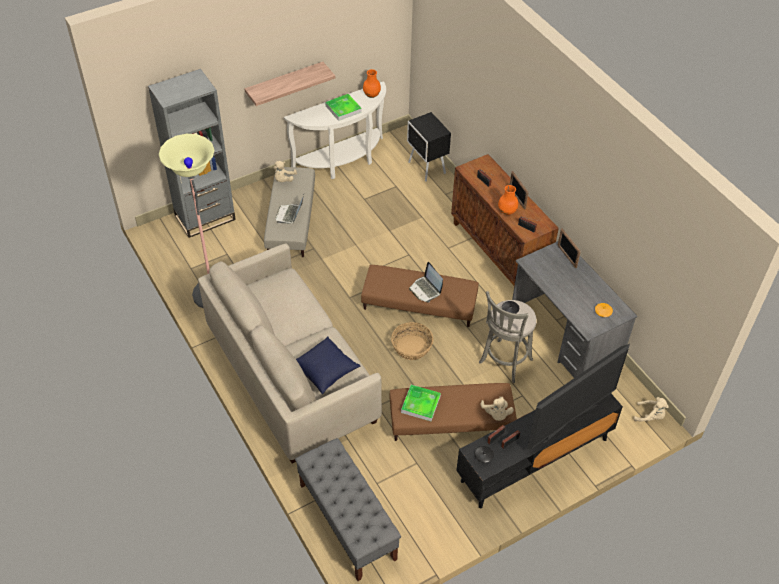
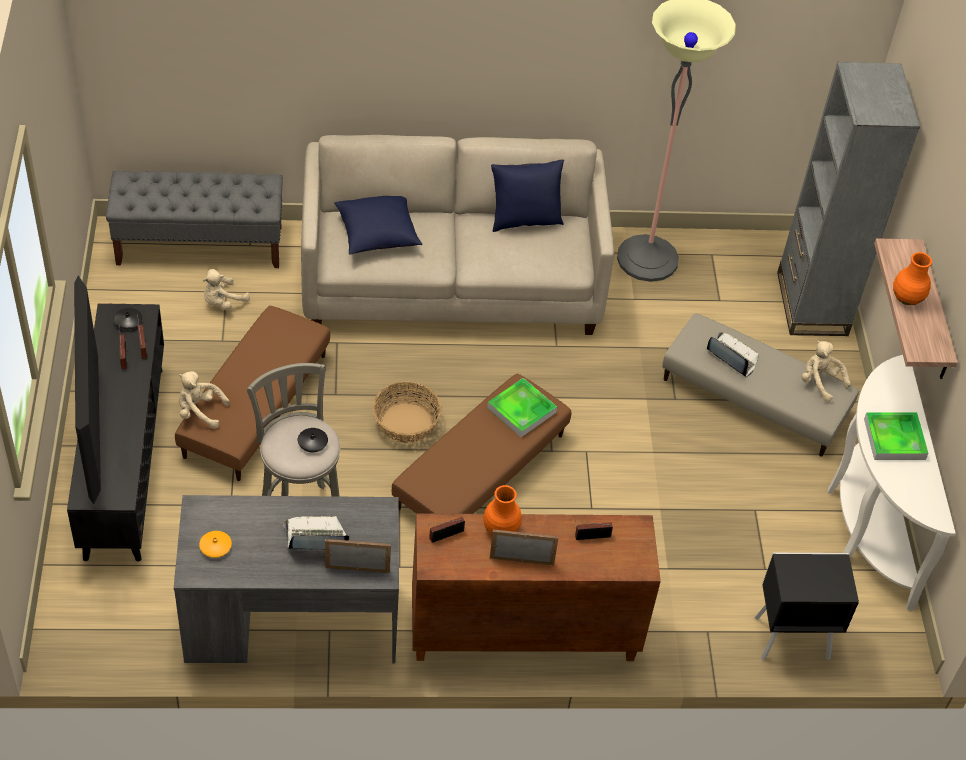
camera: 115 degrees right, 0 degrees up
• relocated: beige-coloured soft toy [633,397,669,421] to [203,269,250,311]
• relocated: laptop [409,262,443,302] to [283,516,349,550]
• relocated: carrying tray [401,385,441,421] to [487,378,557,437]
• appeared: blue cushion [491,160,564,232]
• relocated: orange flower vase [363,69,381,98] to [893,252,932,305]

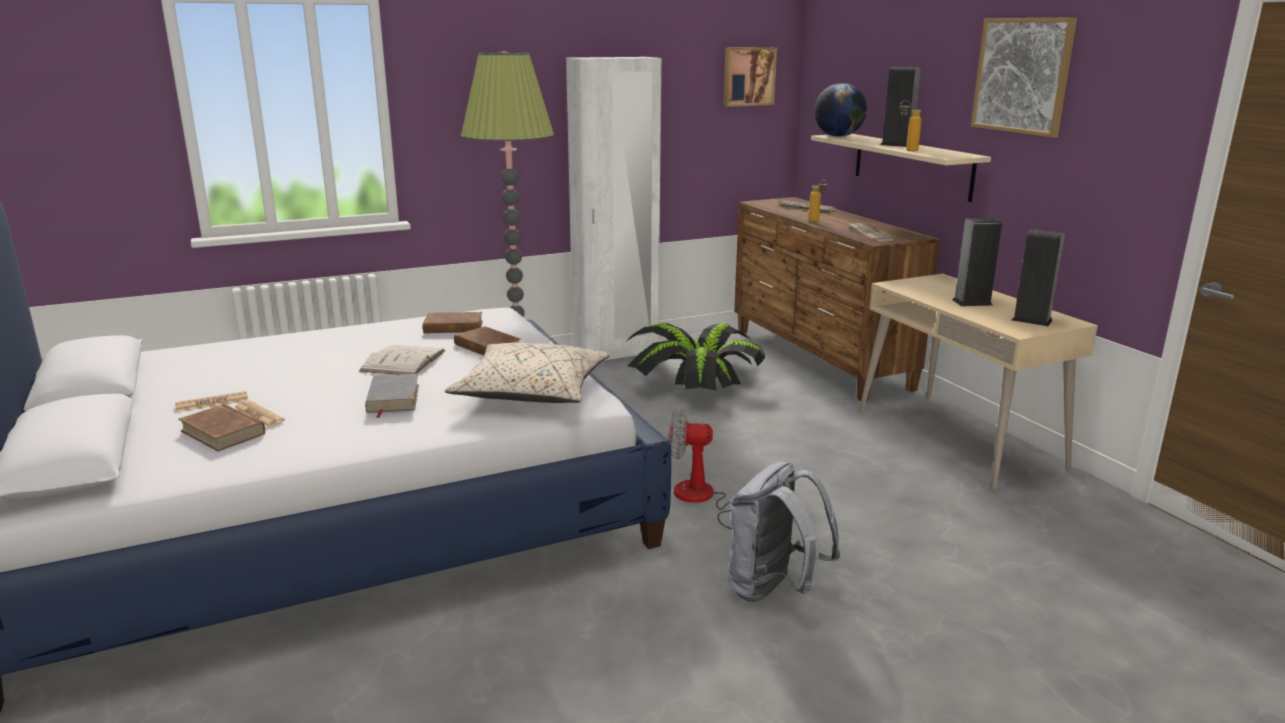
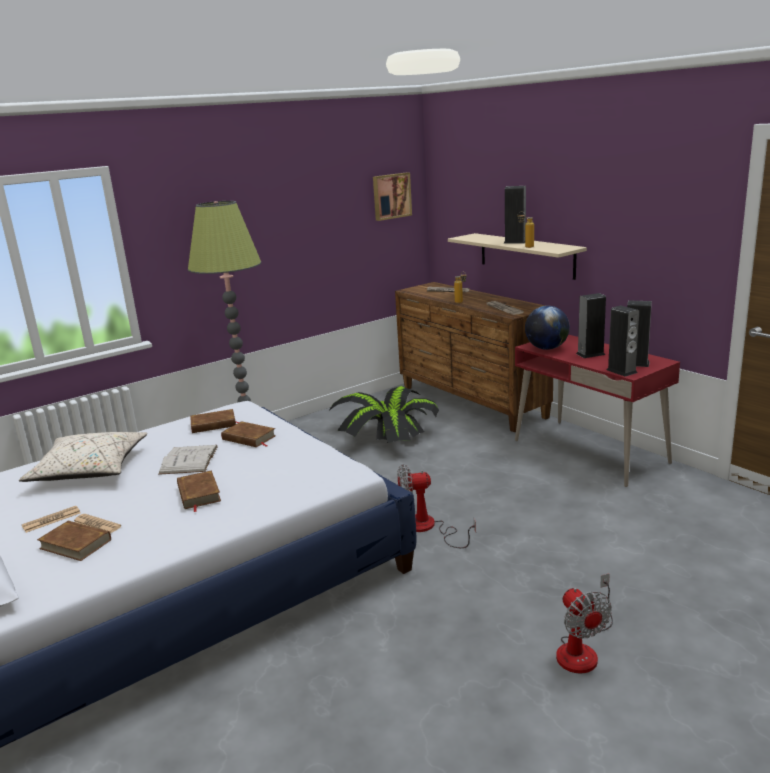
camera: 10 degrees left, 0 degrees up
• relocated: beige-coloured cushion [445,342,610,403] to [19,432,148,482]
• colour: greyish volume [365,374,419,418] to brown-coloured volume [177,470,221,512]
• colour: beige-coloured desk unit [859,274,1098,490] to reddish desk unit [515,334,680,487]
• relocated: globe [814,83,867,137] to [525,306,570,350]
• appeared: cooling fan [556,573,613,674]
• appeared: audio speaker [607,306,639,377]
• missing: white-coloured clothes cupboard [566,57,661,360]
• missing: greyish knapsack [728,461,840,602]
• missing: picture [971,18,1077,137]

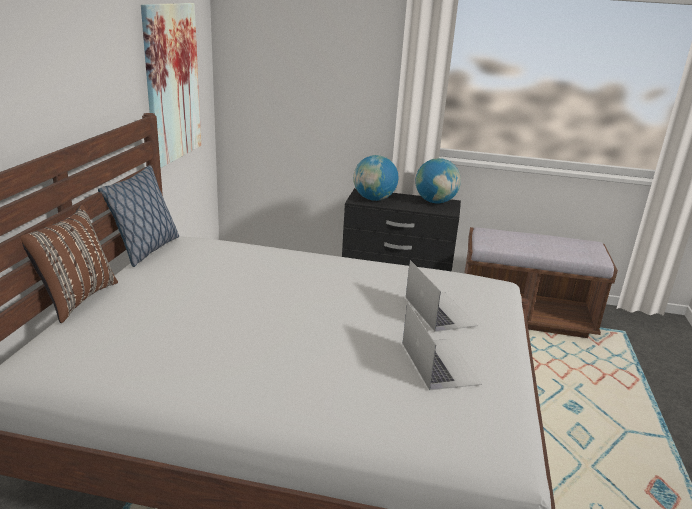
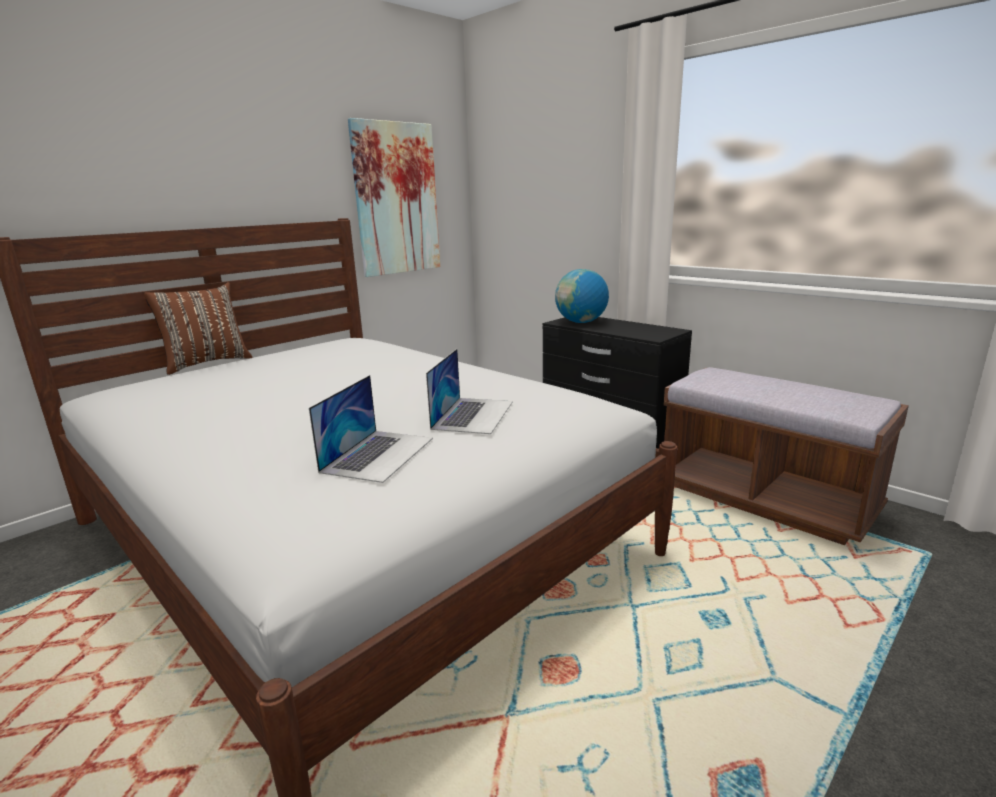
camera: 35 degrees right, 5 degrees down
• missing: cushion [98,165,179,267]
• missing: globe [415,158,461,203]

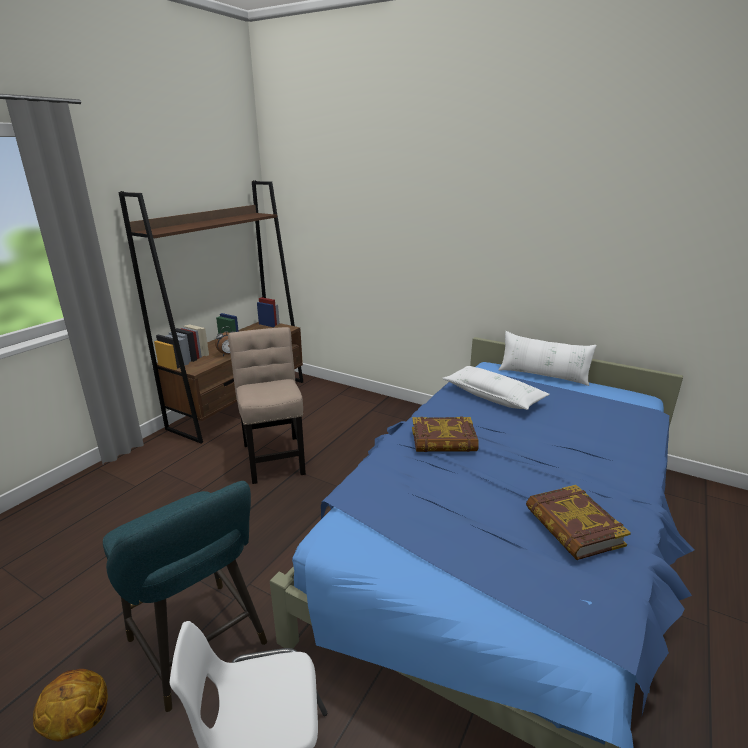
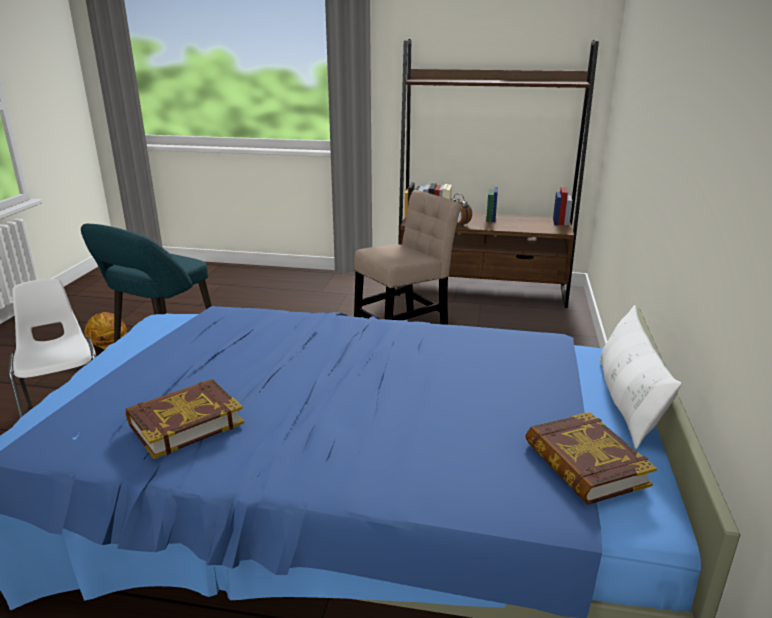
camera: 70 degrees right, 0 degrees up
• relocated: volume [412,416,479,452] to [525,412,657,505]
• missing: white-coloured cushion [442,366,550,410]

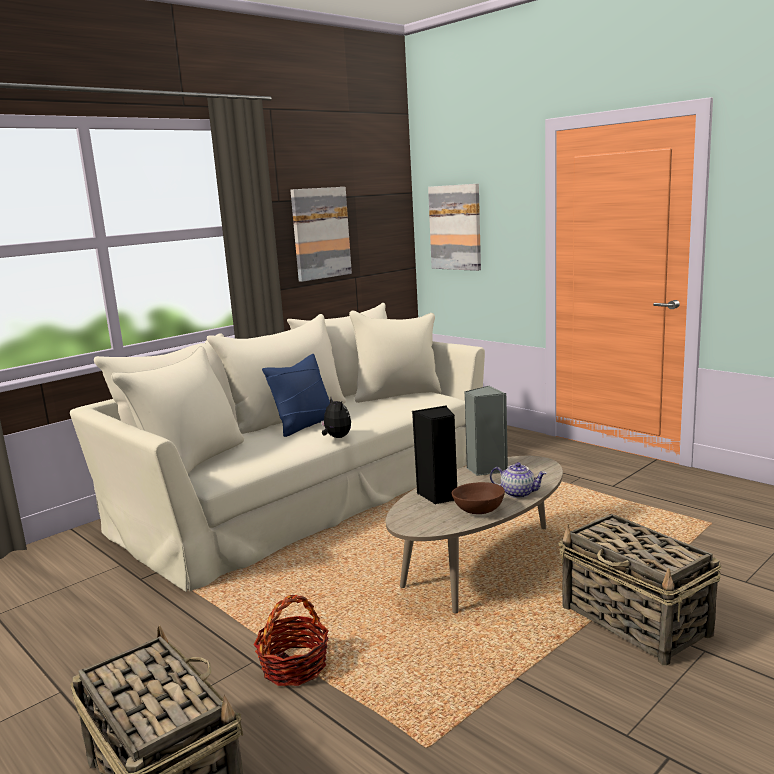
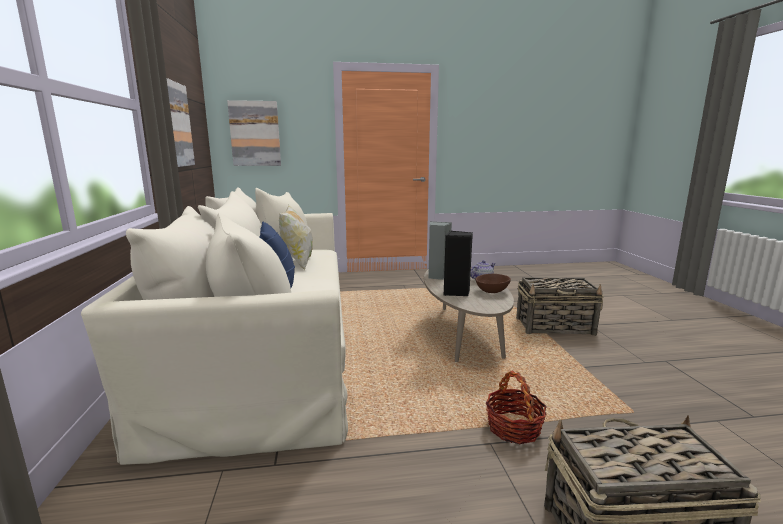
camera: 55 degrees left, 0 degrees up
• appeared: cushion [279,204,313,270]
• missing: soft toy [321,397,351,438]

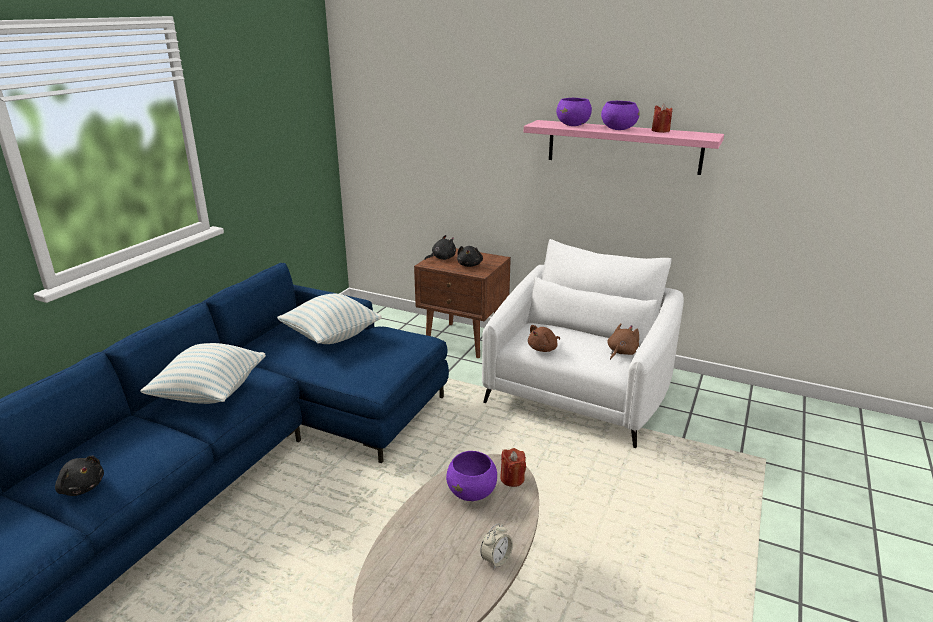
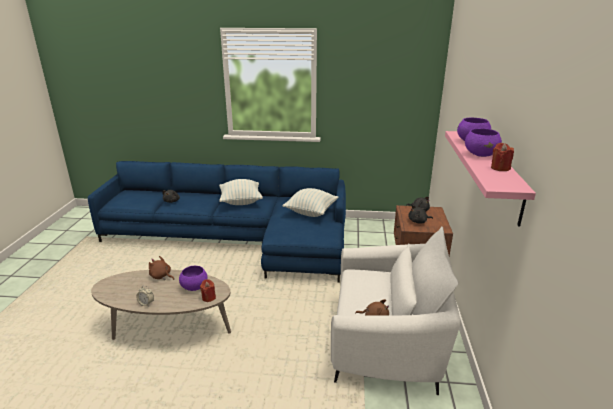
camera: 70 degrees right, 0 degrees up
• relocated: brown-coloured soft toy [528,325,560,352] to [149,256,174,280]

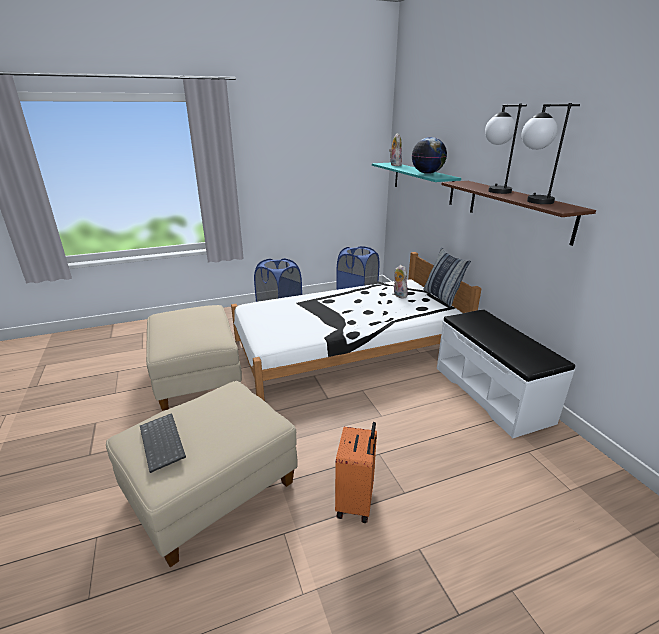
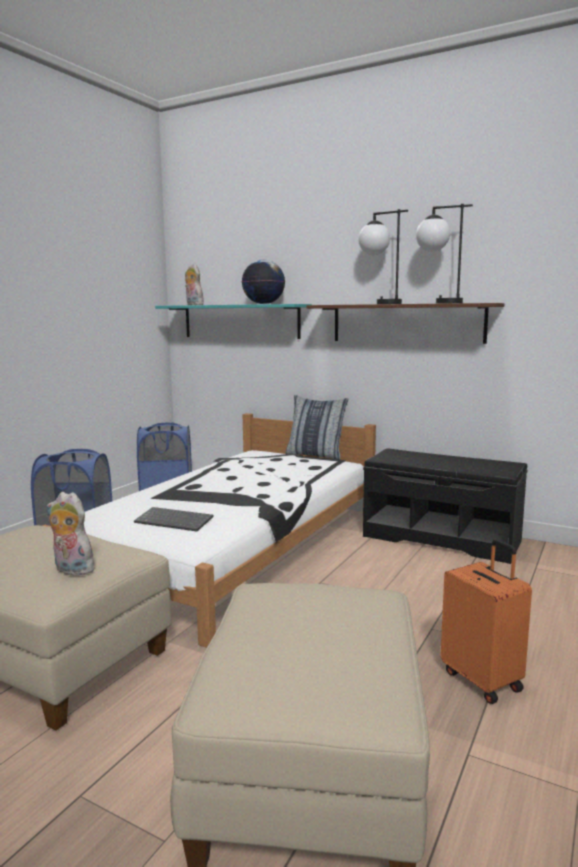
camera: 40 degrees left, 15 degrees down
• relocated: soft toy [394,265,408,298] to [47,492,99,576]
• relocated: computer keyboard [140,413,186,473] to [134,507,214,531]
• colour: white-coloured long seat [437,309,575,438] to blackish long seat [363,448,527,564]

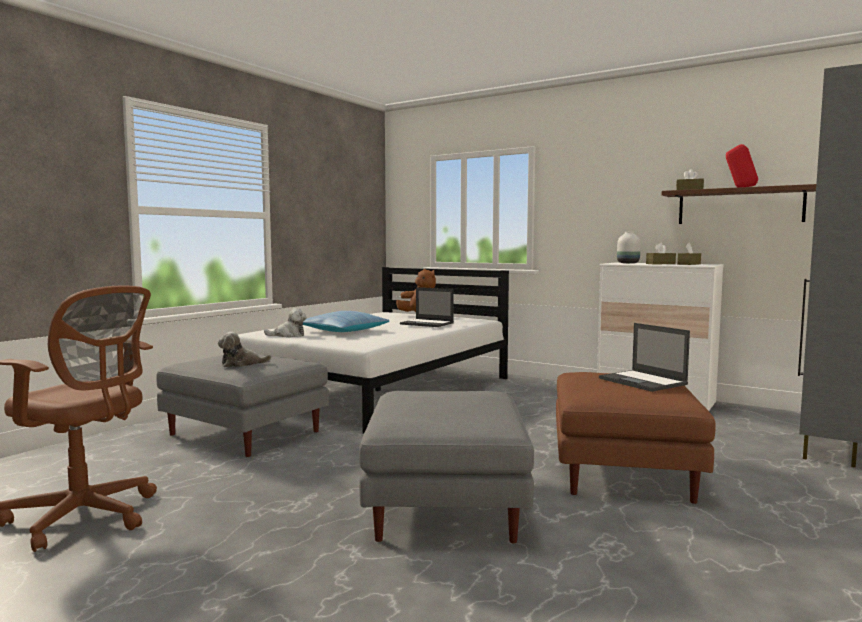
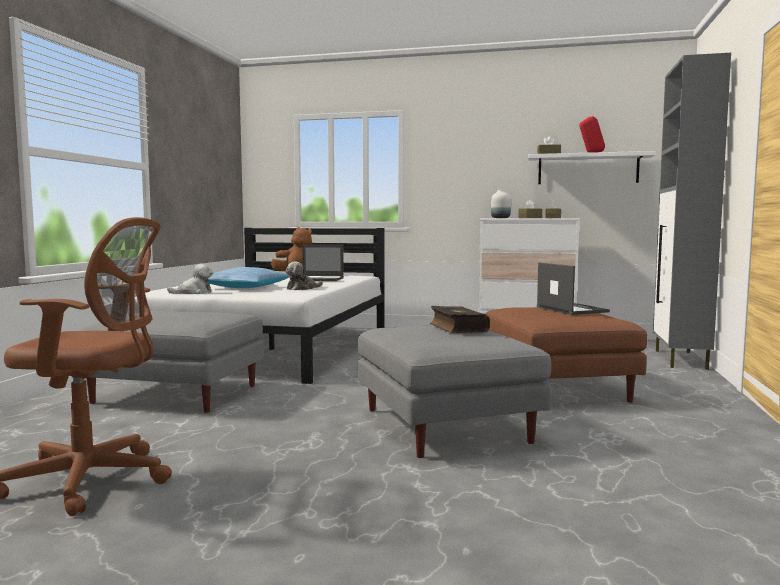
camera: 20 degrees left, 0 degrees up
• relocated: soft toy [218,332,271,367] to [285,261,323,290]
• appeared: volume [430,306,490,333]
• colour: brown-coloured bracket shelf [662,184,816,224] to white-coloured bracket shelf [528,151,656,184]
• spun: laptop [599,323,690,392] = [537,262,610,315] 150 degrees counterclockwise

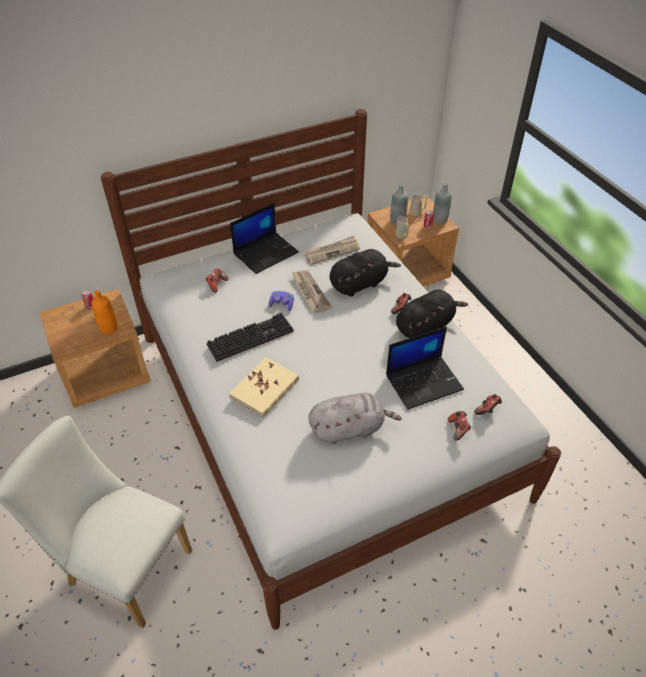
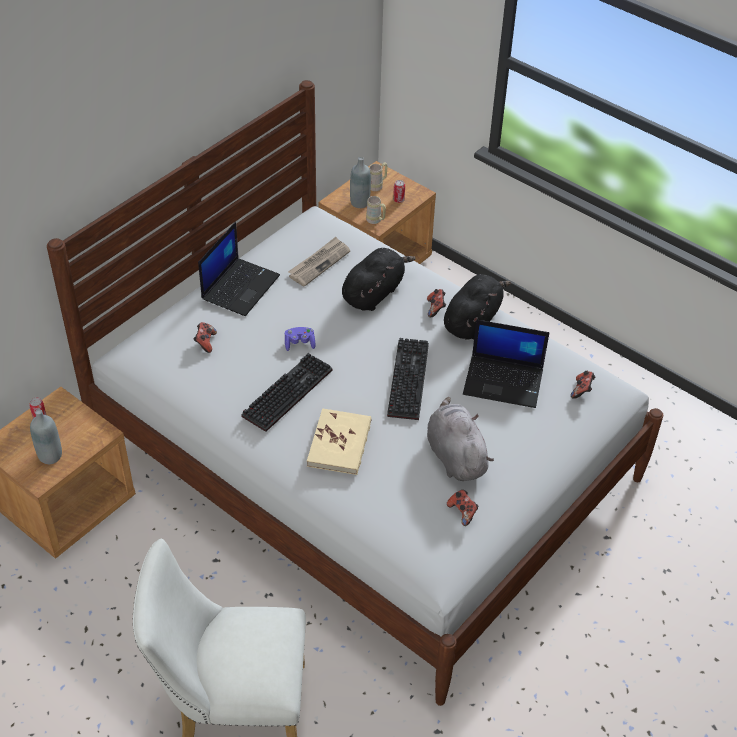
camera: 25 degrees left, 0 degrees up
• relocated: greyish beverage bottle [433,183,452,224] to [30,409,62,464]
• appeared: computer keyboard [387,338,429,420]
• spun: greyish soft toy [308,393,402,444] = [427,397,494,481] 75 degrees counterclockwise
• relocated: gamepad [448,411,471,441] to [447,490,478,526]
• spun: laptop [386,326,464,410] = [463,320,549,408] 60 degrees clockwise
• missing: orange beverage bottle [92,290,117,334]
• missing: printed paper [292,270,332,313]

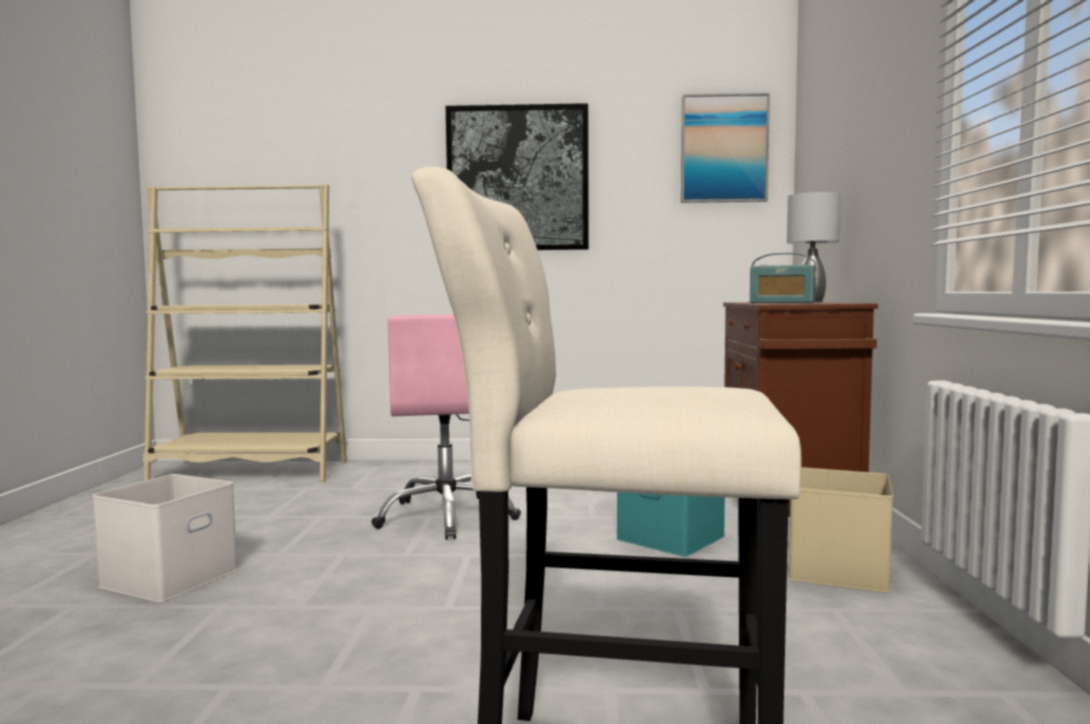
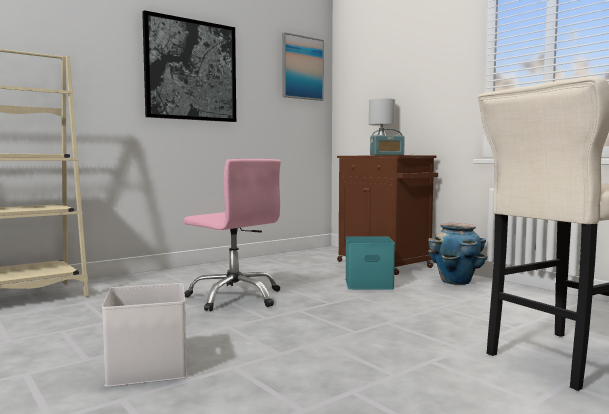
camera: 40 degrees left, 0 degrees up
• exchanged: beige-coloured storage box [788,467,893,593] to planter [428,223,488,285]

